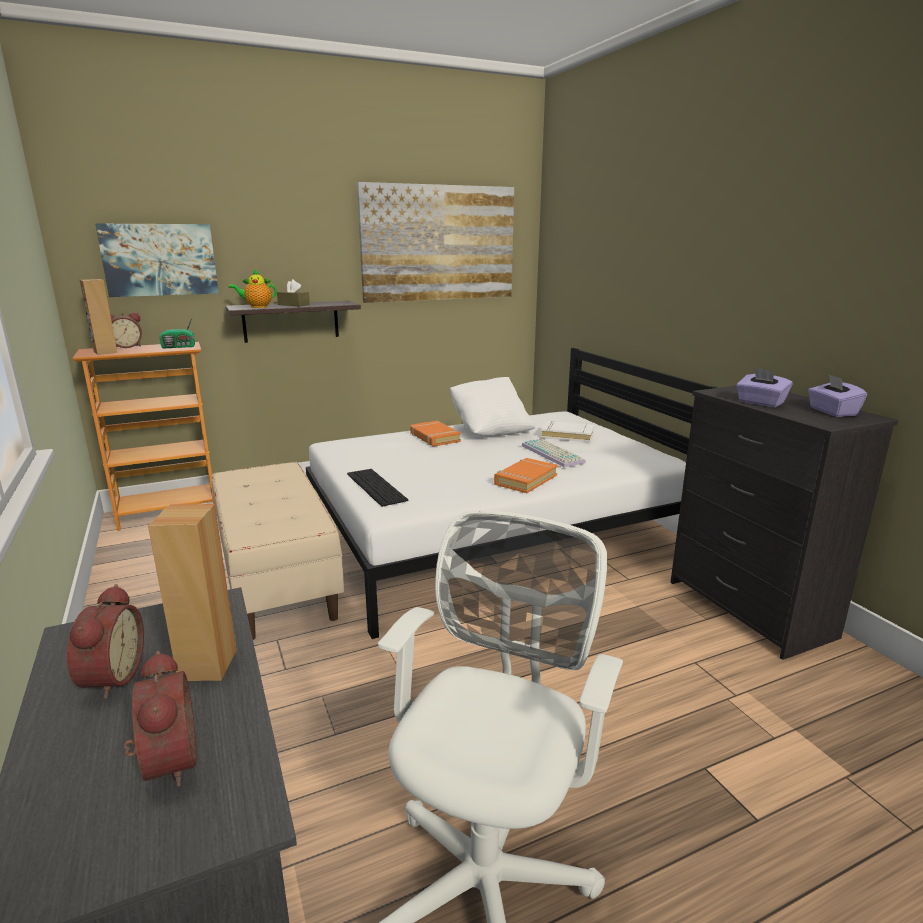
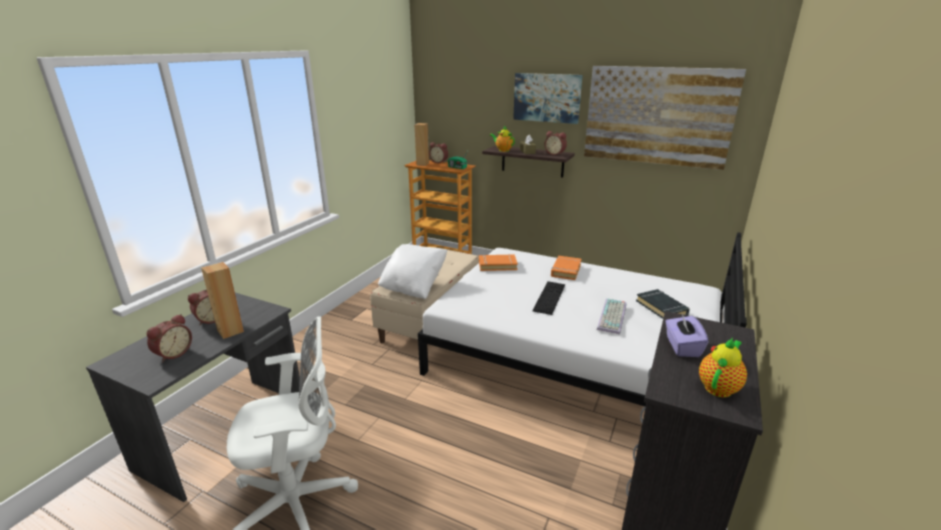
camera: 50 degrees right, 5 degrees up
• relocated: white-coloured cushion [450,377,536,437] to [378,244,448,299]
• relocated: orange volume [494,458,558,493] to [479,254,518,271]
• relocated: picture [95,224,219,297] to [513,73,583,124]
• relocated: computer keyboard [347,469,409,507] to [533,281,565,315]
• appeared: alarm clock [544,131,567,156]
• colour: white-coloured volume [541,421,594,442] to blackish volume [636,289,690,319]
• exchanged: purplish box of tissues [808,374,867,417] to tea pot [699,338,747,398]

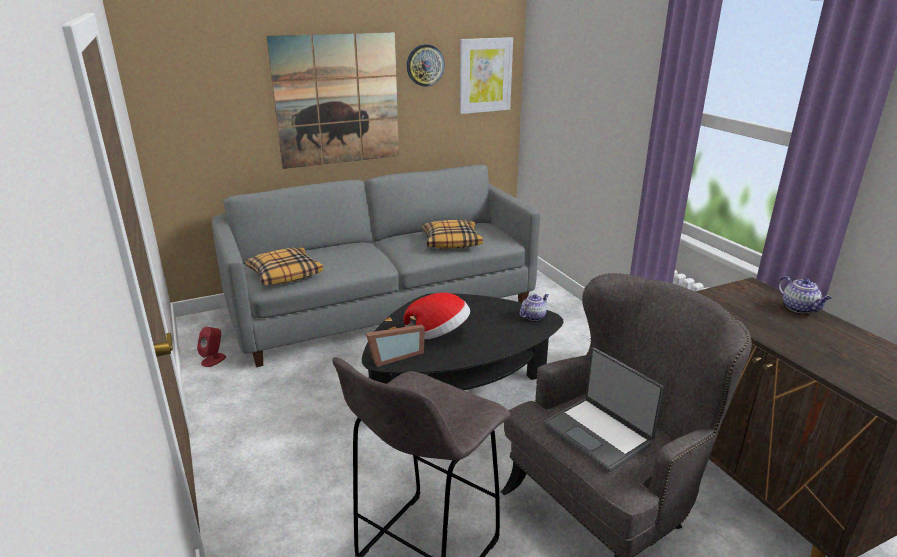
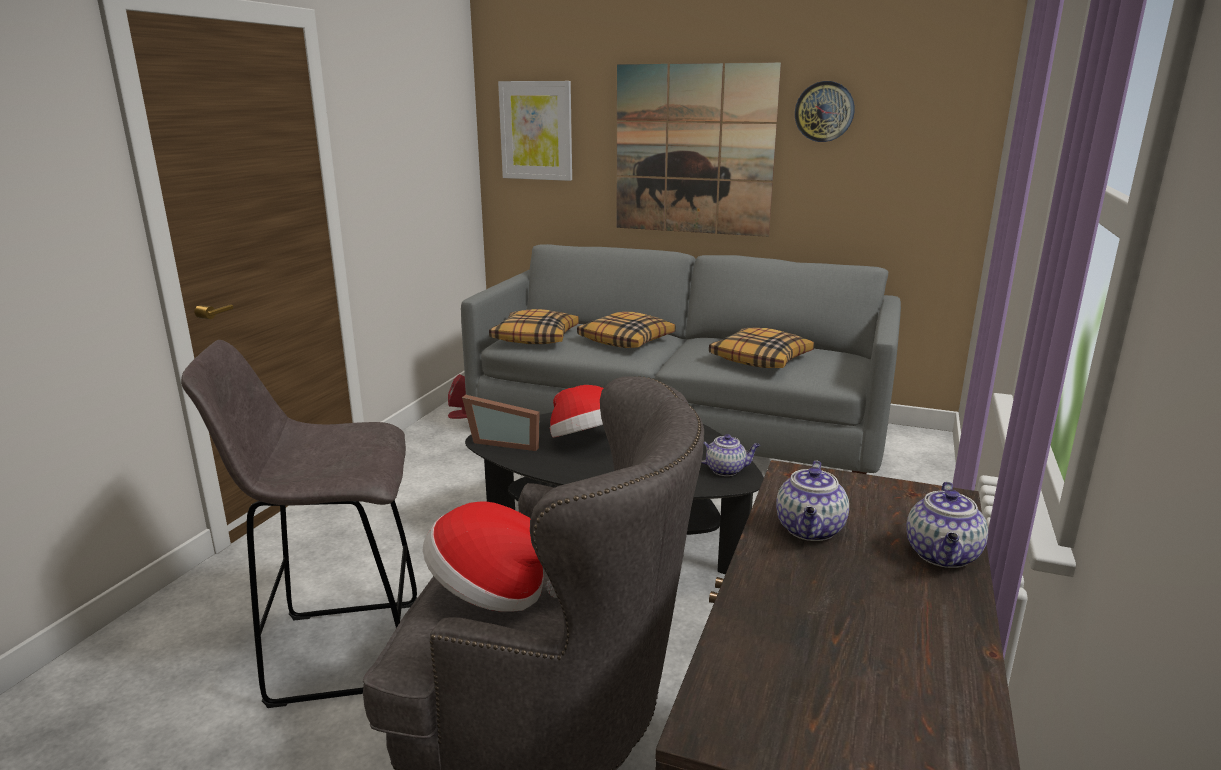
camera: 45 degrees right, 5 degrees down
• exchanged: laptop [544,348,664,472] to hat [423,501,557,612]
• relocated: picture [460,37,513,114] to [498,81,572,181]
• appeared: cushion [577,312,676,348]
• appeared: tea pot [776,461,849,541]

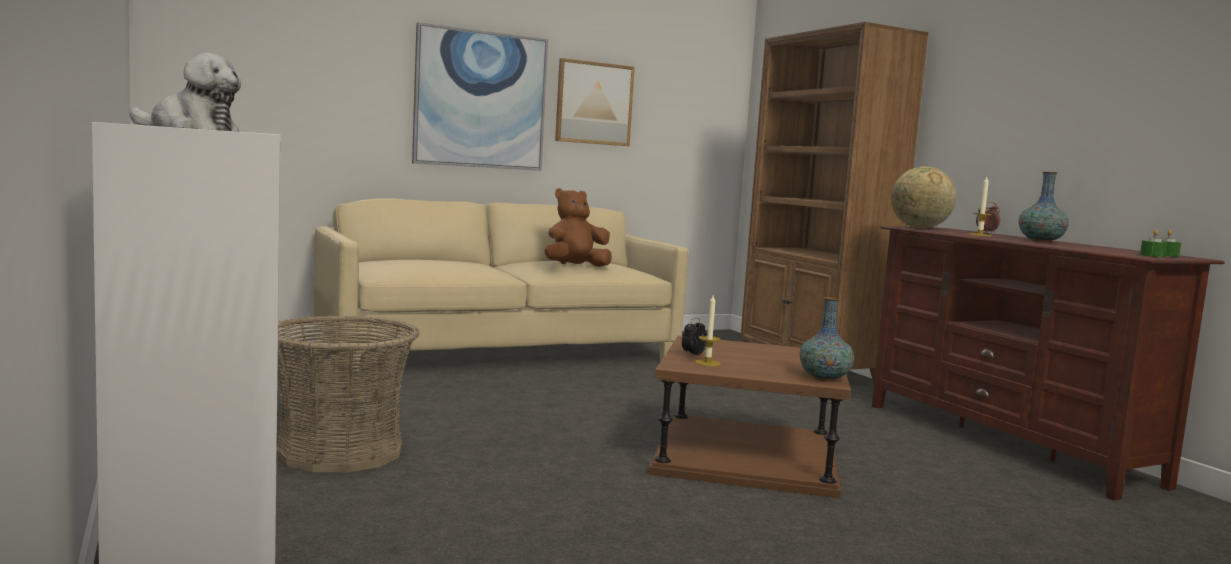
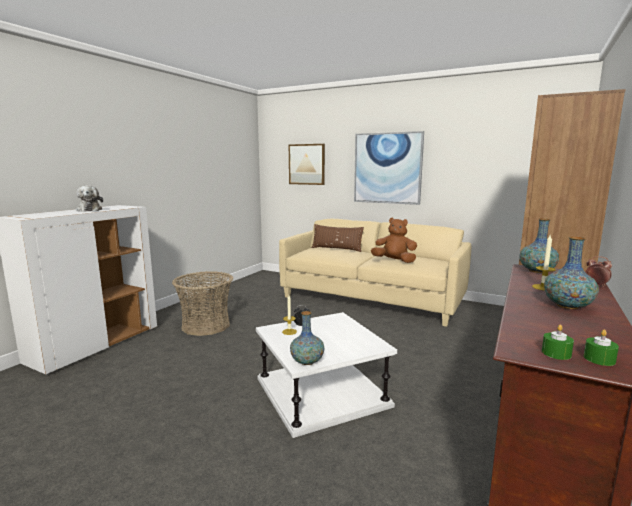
camera: 55 degrees right, 5 degrees up
• colour: brown-coloured accent table [648,336,851,499] to white-coloured accent table [256,312,397,438]
• relocated: picture [555,58,635,146] to [289,144,325,185]
• appeared: brown-coloured cushion [312,224,364,252]
• exchanged: globe [891,166,956,228] to flower vase [519,218,559,273]

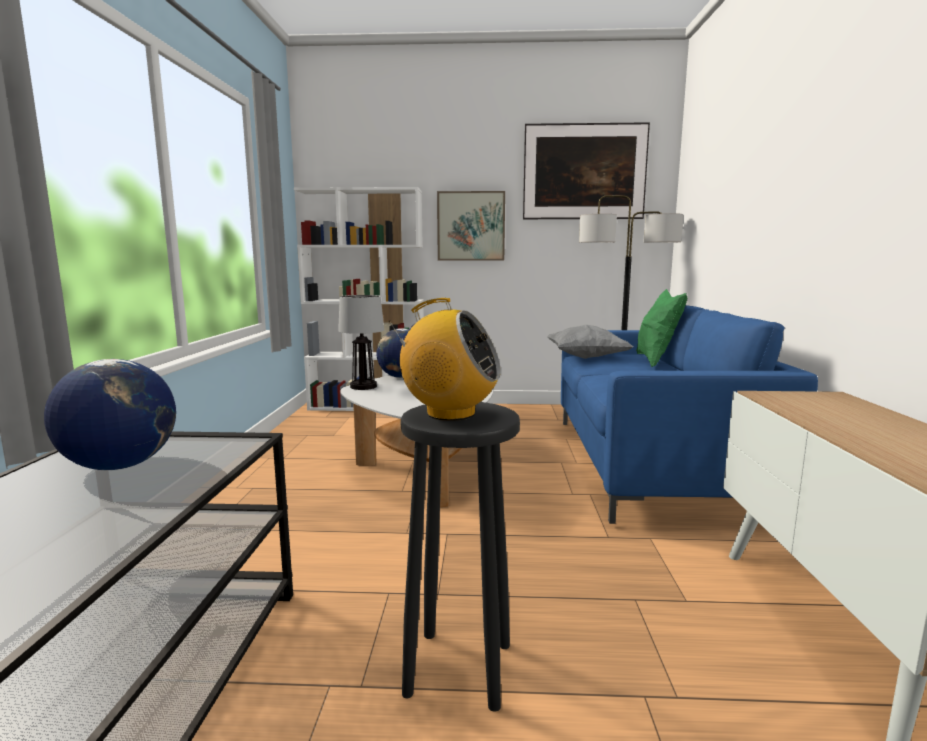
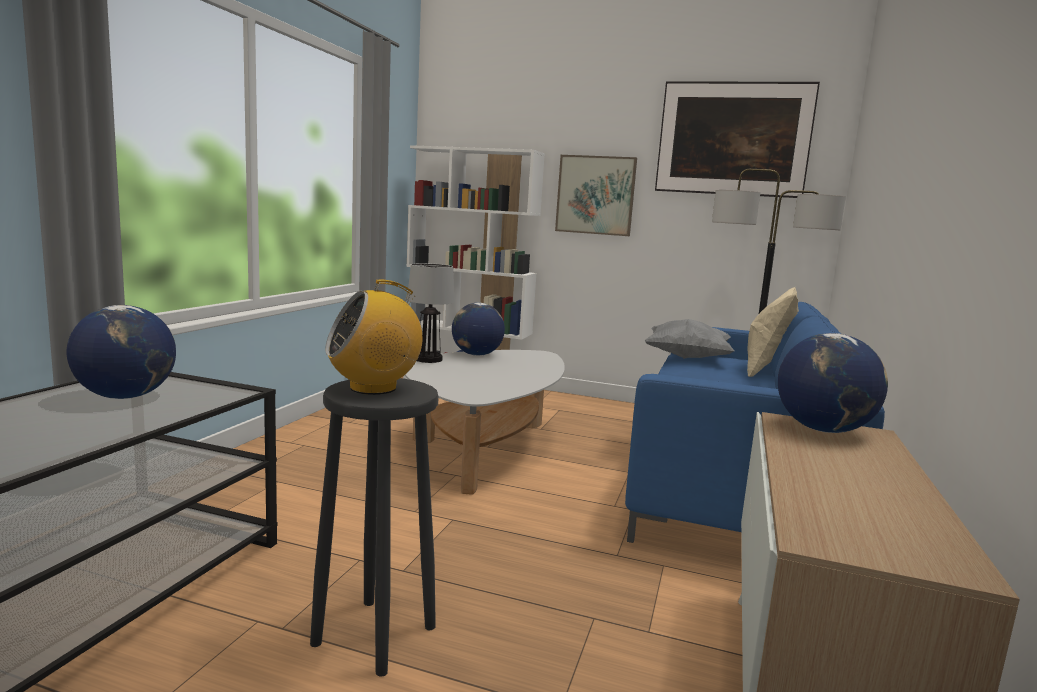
camera: 15 degrees right, 0 degrees up
• spun: radio set [389,298,501,421] = [325,279,422,395] 120 degrees clockwise
• colour: green-coloured cushion [636,289,687,367] to beige-coloured cushion [747,287,799,377]
• appeared: globe [778,333,888,433]

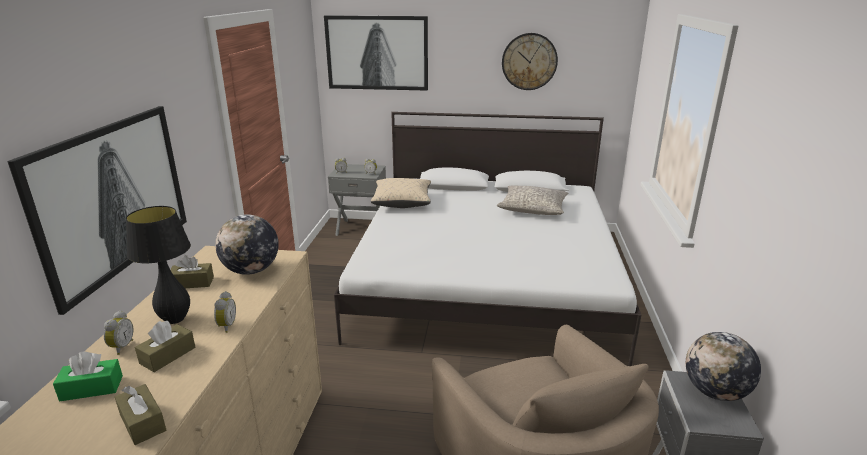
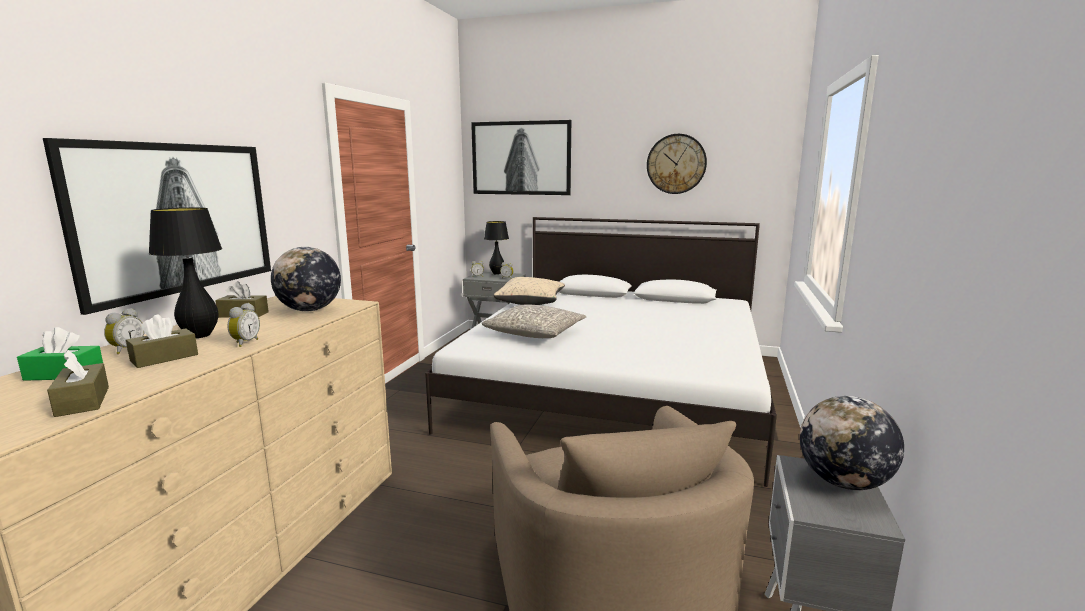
camera: 10 degrees right, 10 degrees down
• relocated: greyish cushion [497,185,568,215] to [482,305,587,338]
• appeared: blackish tabletop lamp [484,221,509,275]

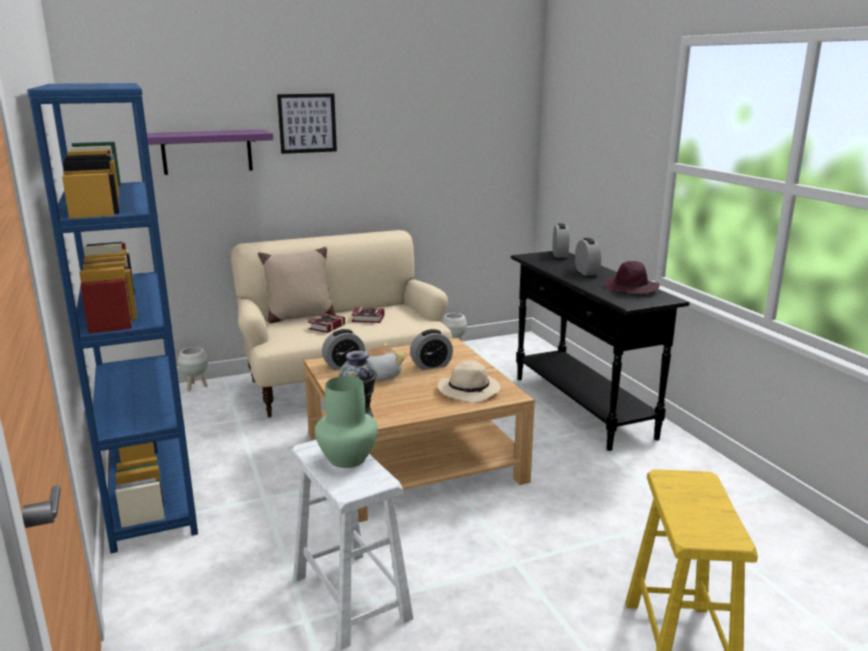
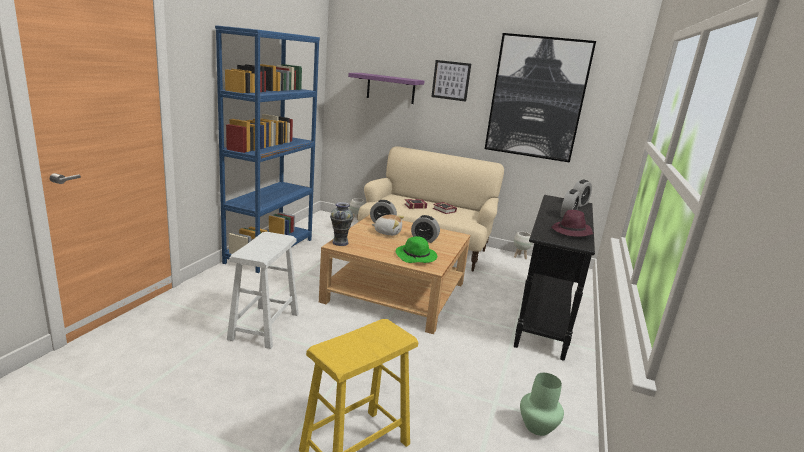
camera: 40 degrees right, 0 degrees up
• colour: beige-coloured hat [438,360,501,403] to green-coloured hat [396,236,437,263]
• appeared: picture [485,33,596,163]
• relocated: green-coloured flower vase [315,376,378,468] to [520,373,564,436]
• missing: beige-coloured cushion [258,247,336,323]

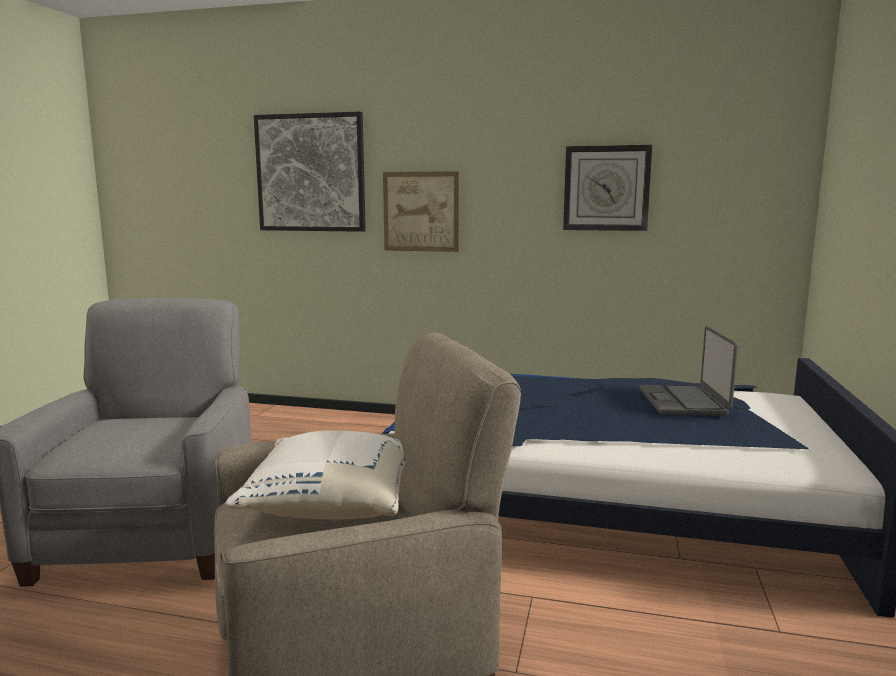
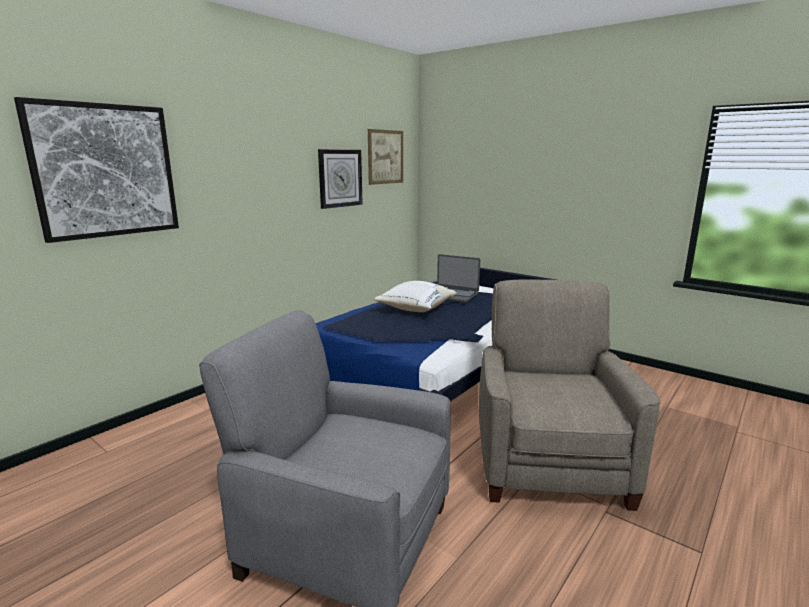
camera: 65 degrees left, 5 degrees up
• relocated: picture [383,171,459,252] to [368,129,403,185]
• relocated: white-coloured cushion [226,430,406,520] to [374,281,457,312]

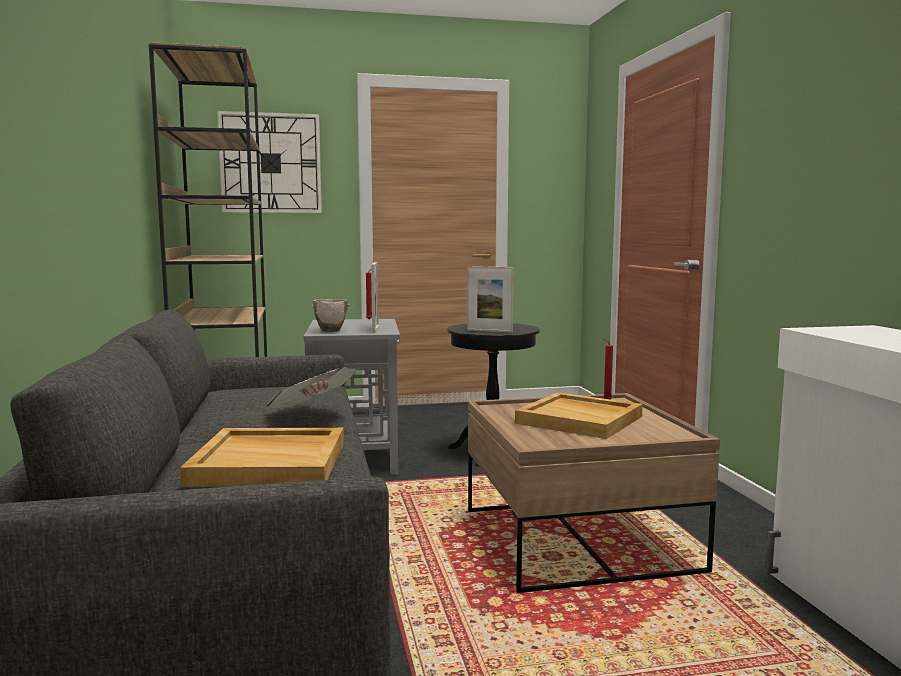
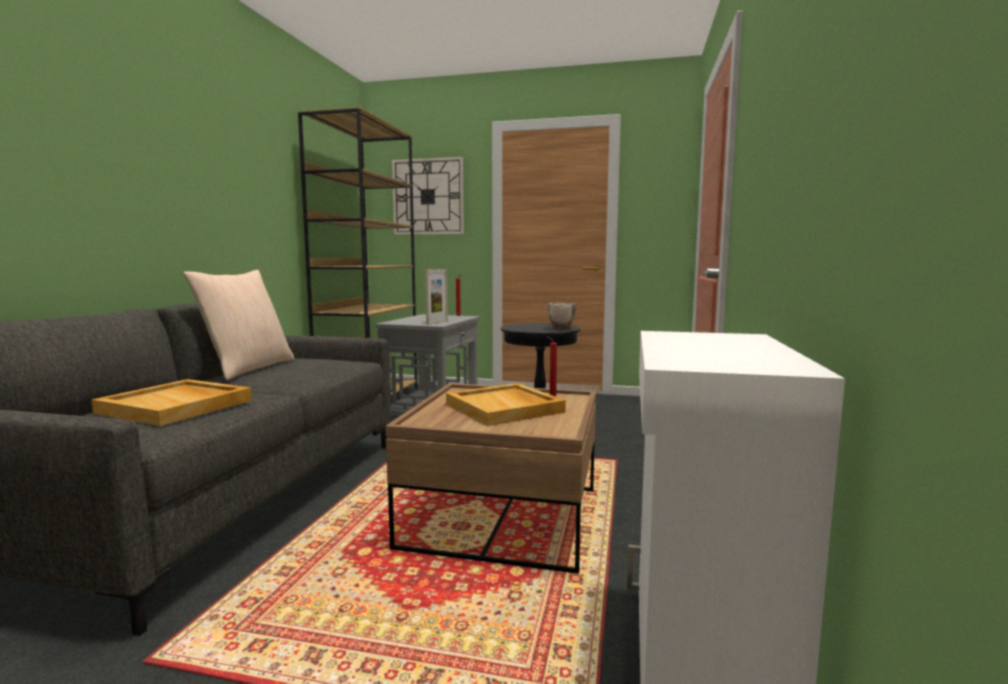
camera: 25 degrees right, 0 degrees up
• appeared: beige-coloured cushion [183,270,295,380]
• relocated: bowl [311,299,350,332] to [547,302,578,330]
• missing: printed paper [263,367,356,409]
• missing: photo frame [467,266,513,332]

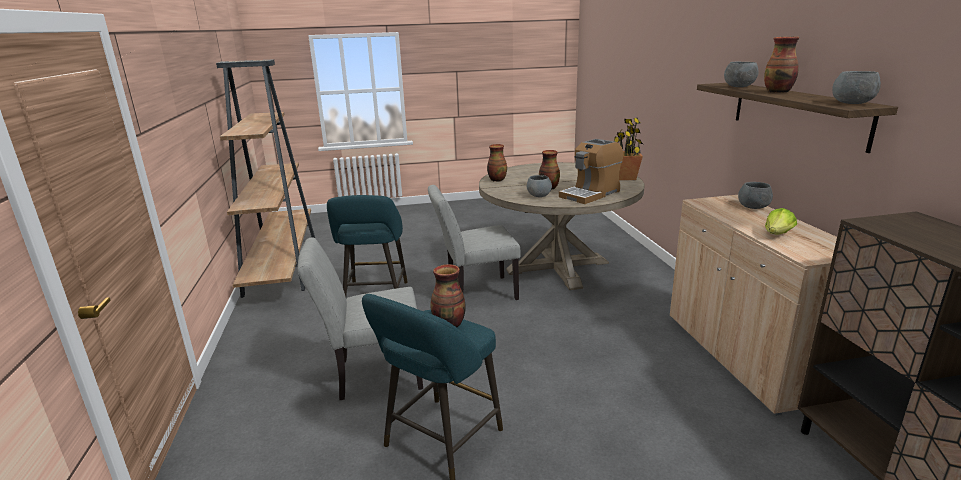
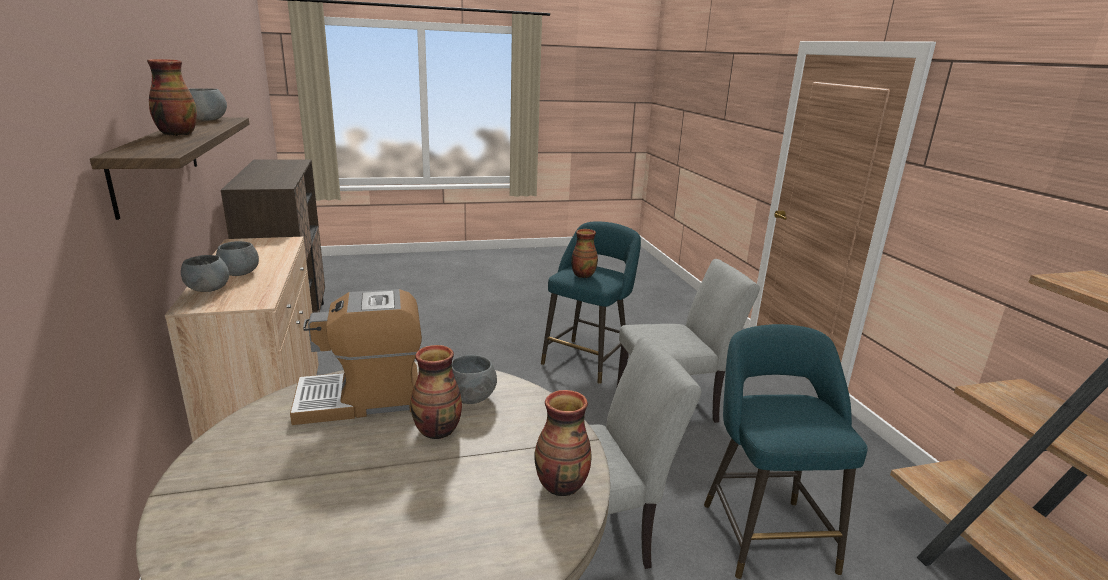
camera: 175 degrees right, 0 degrees up
• relocated: greyish bowl [724,62,758,87] to [216,241,259,276]
• spun: coffee machine [559,139,623,204] = [290,289,422,425] 150 degrees counterclockwise
• missing: plant in a pot [614,118,643,180]
• missing: lettuce [765,208,797,235]

